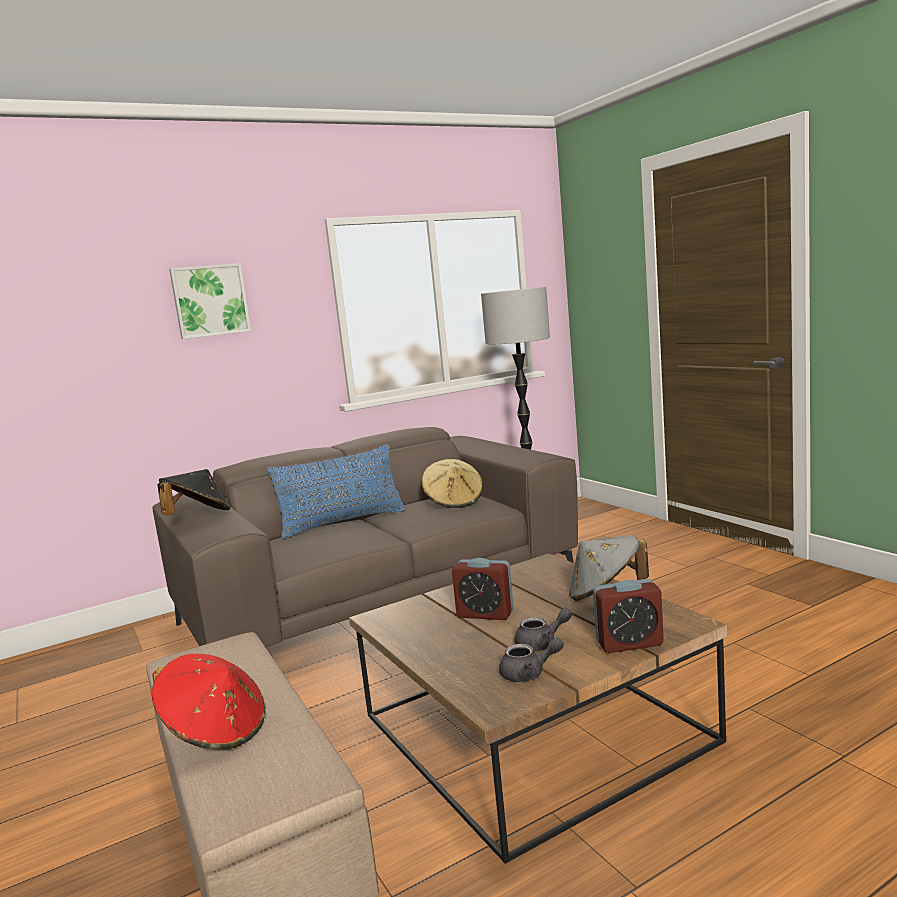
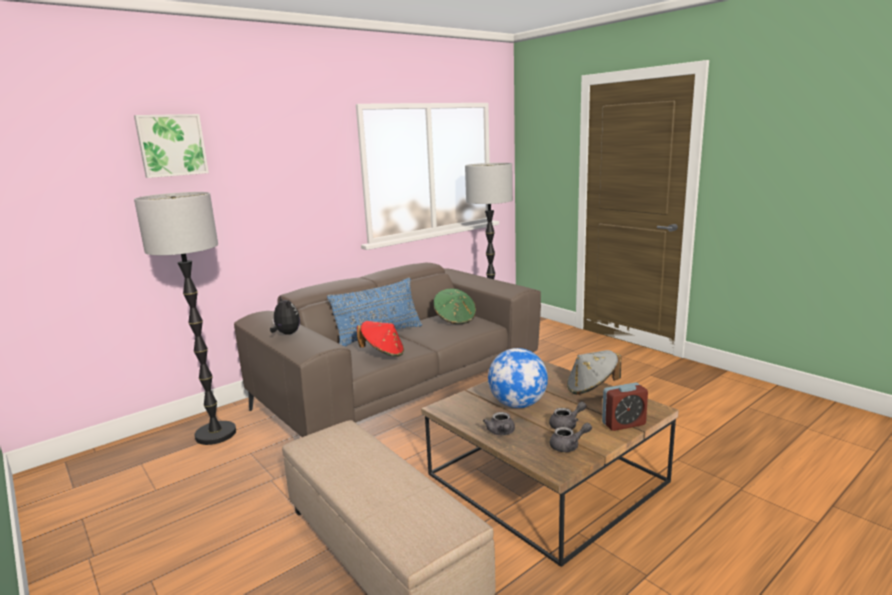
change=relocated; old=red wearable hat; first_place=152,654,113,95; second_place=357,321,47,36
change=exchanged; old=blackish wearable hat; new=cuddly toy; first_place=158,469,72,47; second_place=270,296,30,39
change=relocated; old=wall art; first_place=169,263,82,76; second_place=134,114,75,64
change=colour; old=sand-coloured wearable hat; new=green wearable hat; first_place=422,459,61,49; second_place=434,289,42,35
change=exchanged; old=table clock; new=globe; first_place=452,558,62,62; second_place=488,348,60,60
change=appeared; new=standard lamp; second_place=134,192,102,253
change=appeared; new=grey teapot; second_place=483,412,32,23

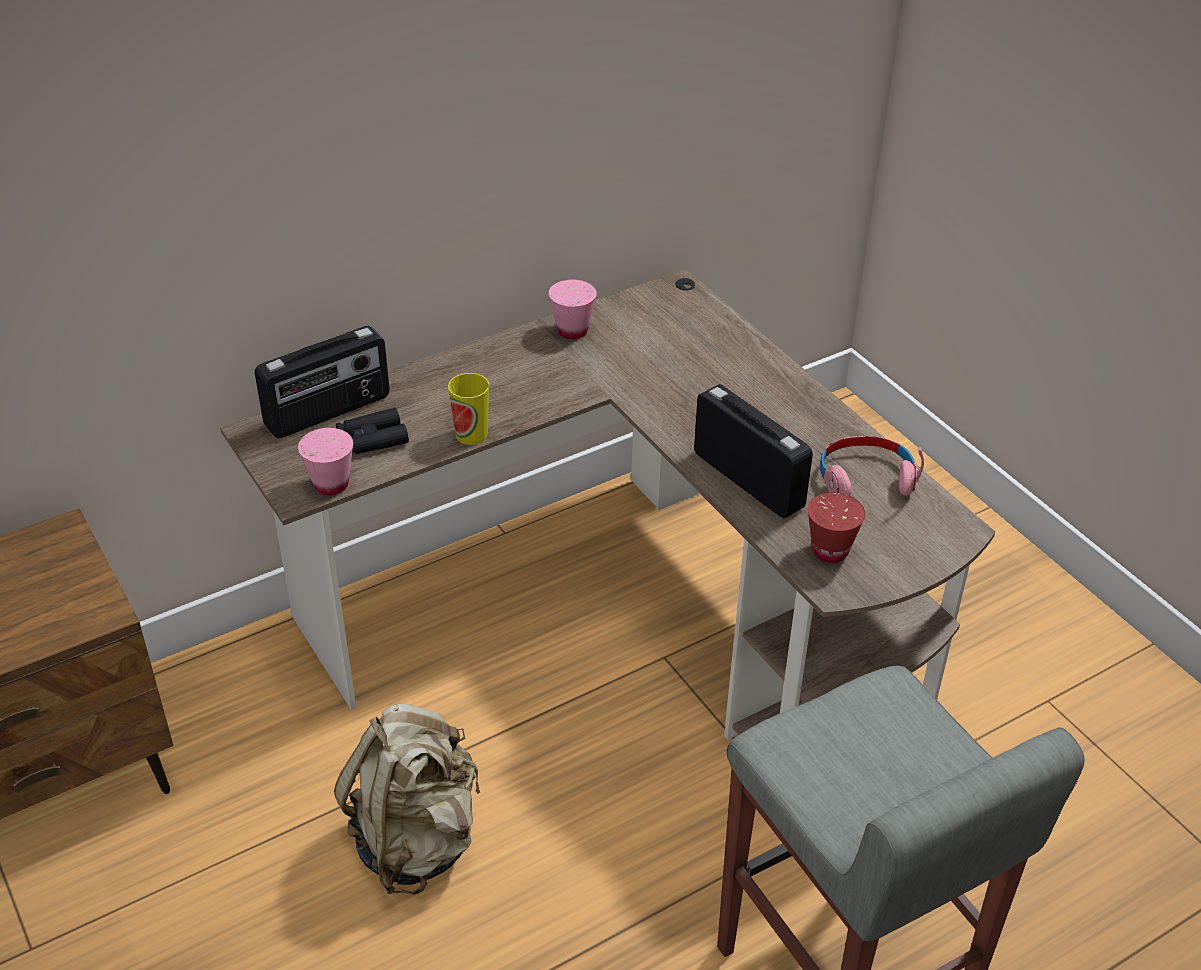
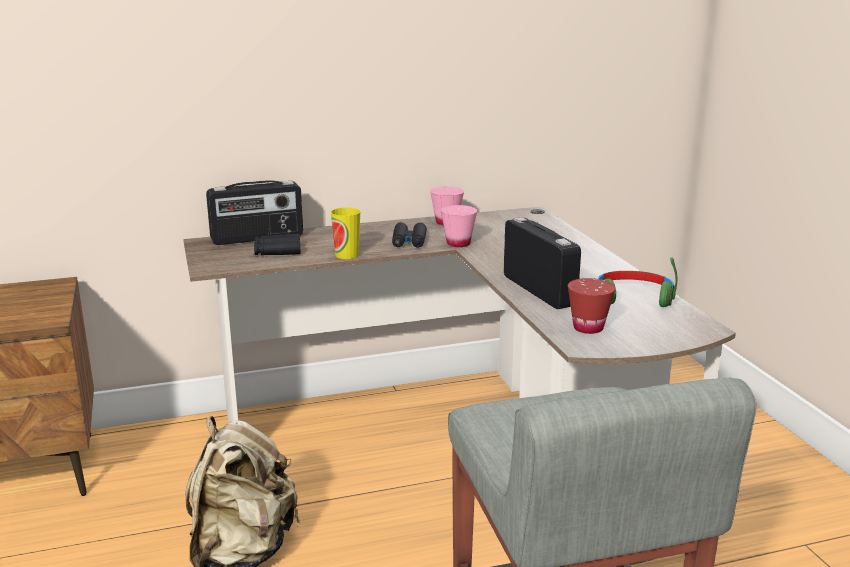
change=relocated; old=pinkish cup; first_place=298,428,55,67; second_place=441,205,36,42
change=colour; old=pinkish headset; new=green headset; first_place=820,436,104,60; second_place=598,257,79,50
change=appeared; new=blackish binoculars; second_place=392,222,35,26

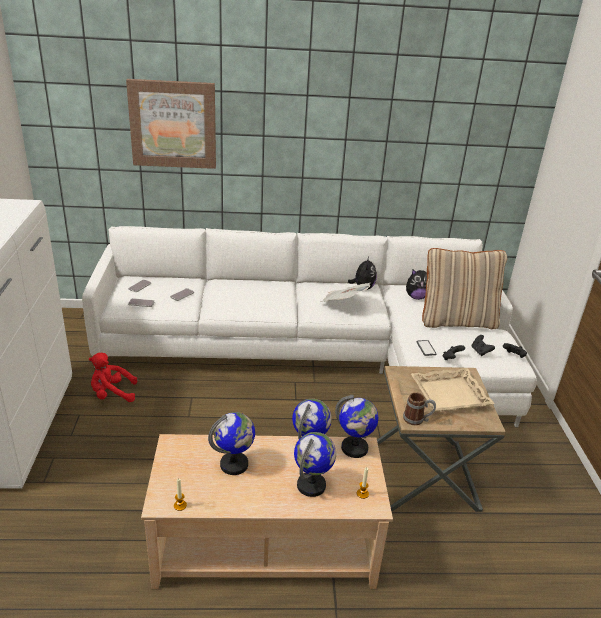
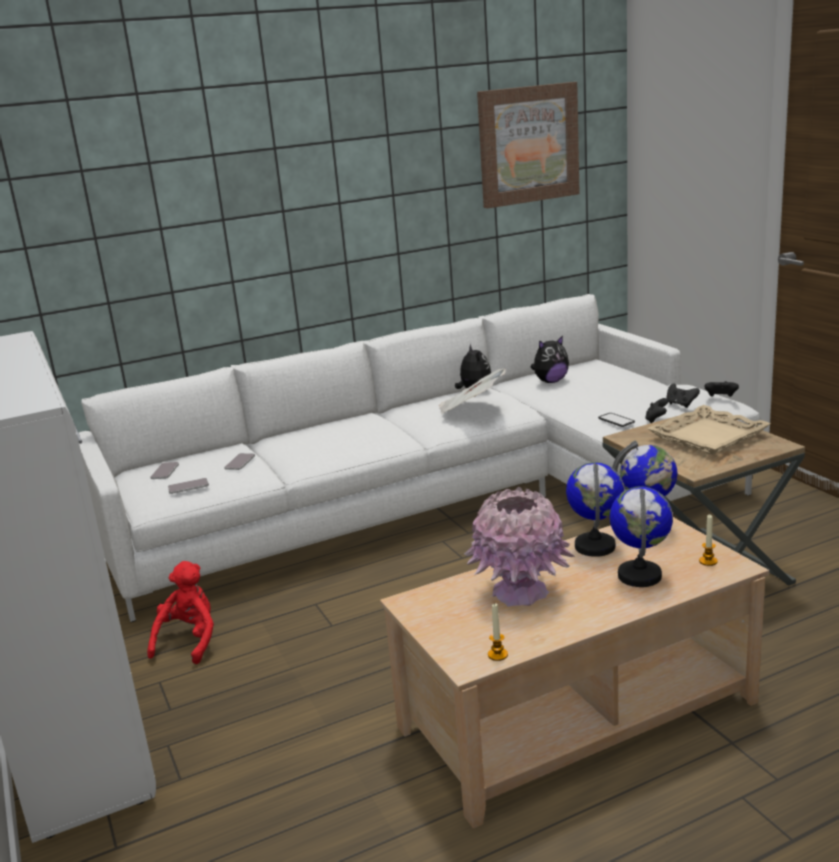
change=spun; old=red cuddly toy; first_place=89,353,48,49; second_place=147,561,67,103; degrees=135
change=relocated; old=wall art; first_place=126,79,90,90; second_place=477,82,103,126
change=exchanged; old=globe; new=pinkish flower vase; first_place=208,412,47,63; second_place=464,487,111,120
change=missing; old=tea mug; first_place=403,393,33,32
change=missing; old=sand-coloured cushion; first_place=422,248,85,81

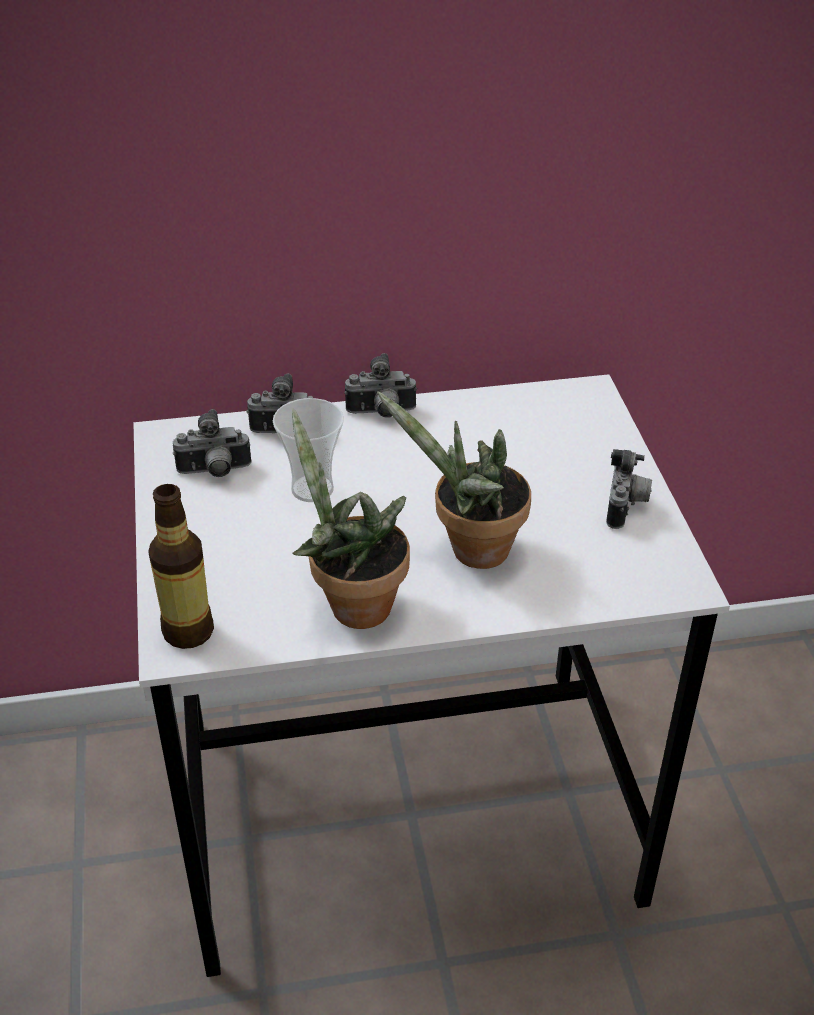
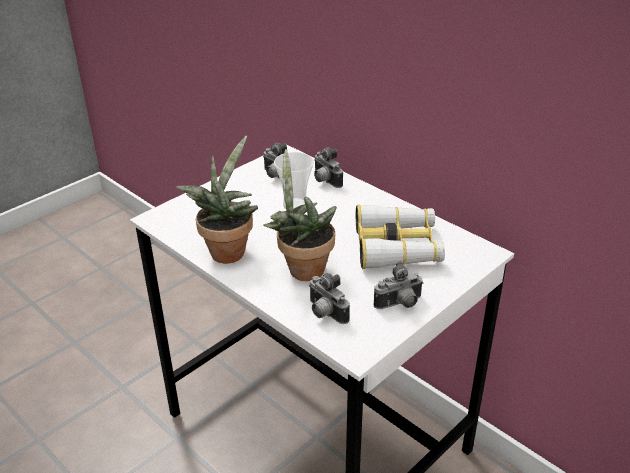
change=missing; old=beverage bottle; first_place=148,484,66,165
change=relocated; old=photo camera; first_place=344,353,73,65; second_place=309,273,41,51
change=appeared; new=binoculars; second_place=356,204,89,65

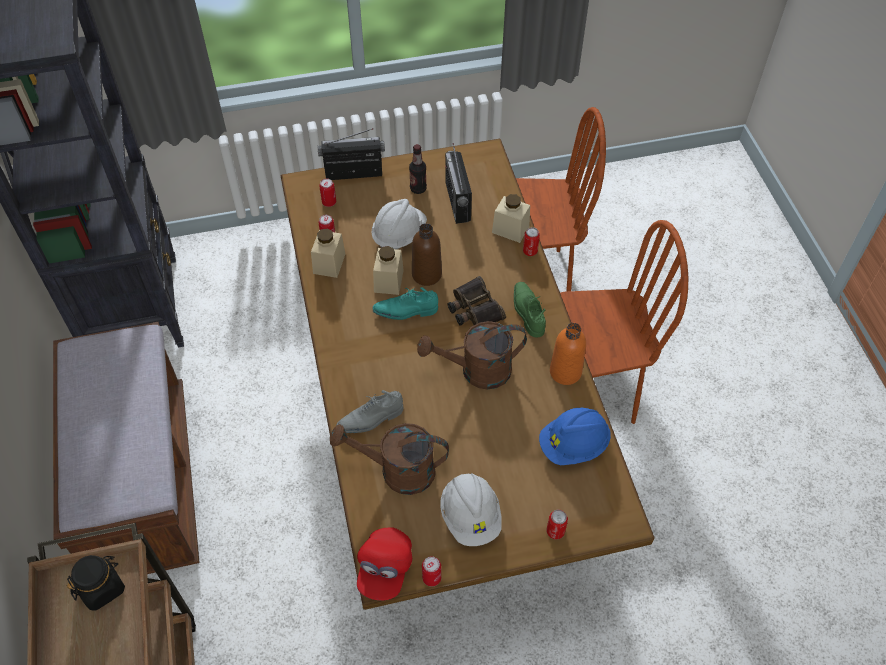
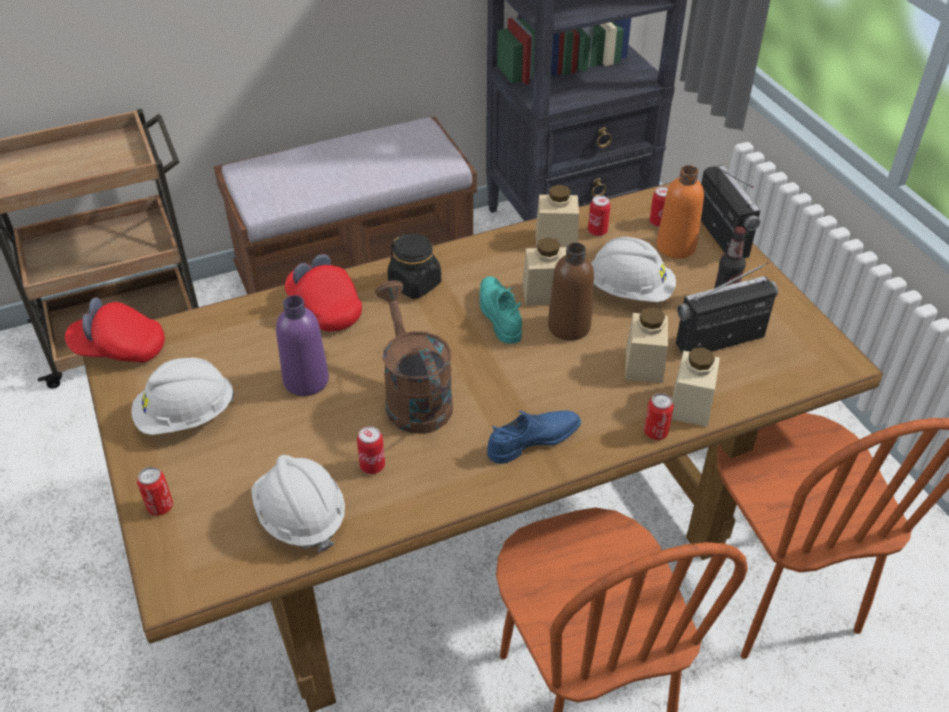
change=relocated; old=blackish storage jar; first_place=67,555,58,56; second_place=387,234,54,65
change=missing; old=brown watering pot; first_place=330,423,119,72
change=exchanged; old=grey low shoe; new=red baseball cap; first_place=336,390,67,43; second_place=285,254,77,78
change=relocated; old=sealed can; first_place=422,556,19,31; second_place=357,426,28,48
change=missing; old=binoculars; first_place=448,276,58,50
change=colour; old=green low shoe; new=bluish low shoe; first_place=514,282,32,55; second_place=487,410,95,54
change=colour; old=bluish hard hat; new=white hard hat; first_place=539,408,72,57; second_place=251,455,94,98
change=relocated; old=orange beverage bottle; first_place=550,323,36,62; second_place=657,165,47,94
change=appeared; new=purplish beverage bottle; second_place=276,295,53,101
change=appeared; new=sand-coloured storage jar; second_place=625,307,43,76

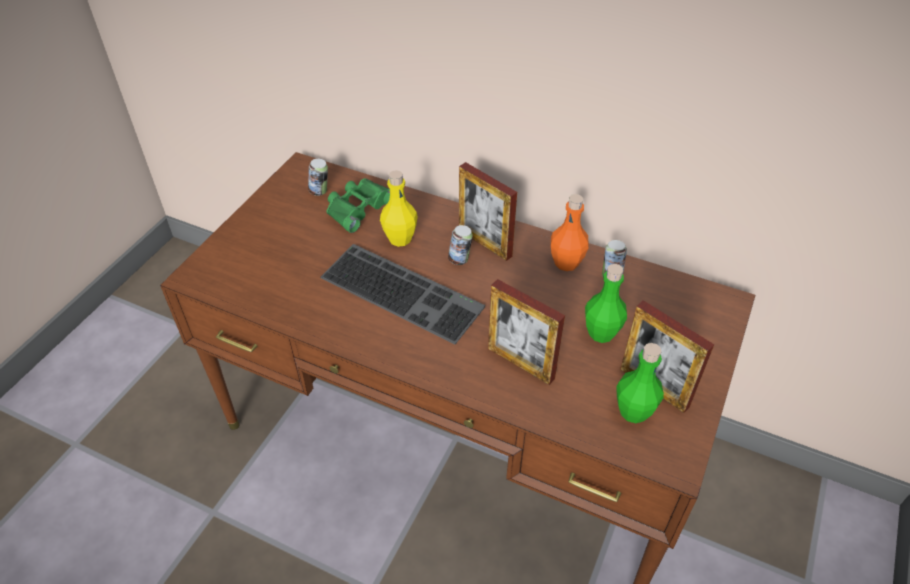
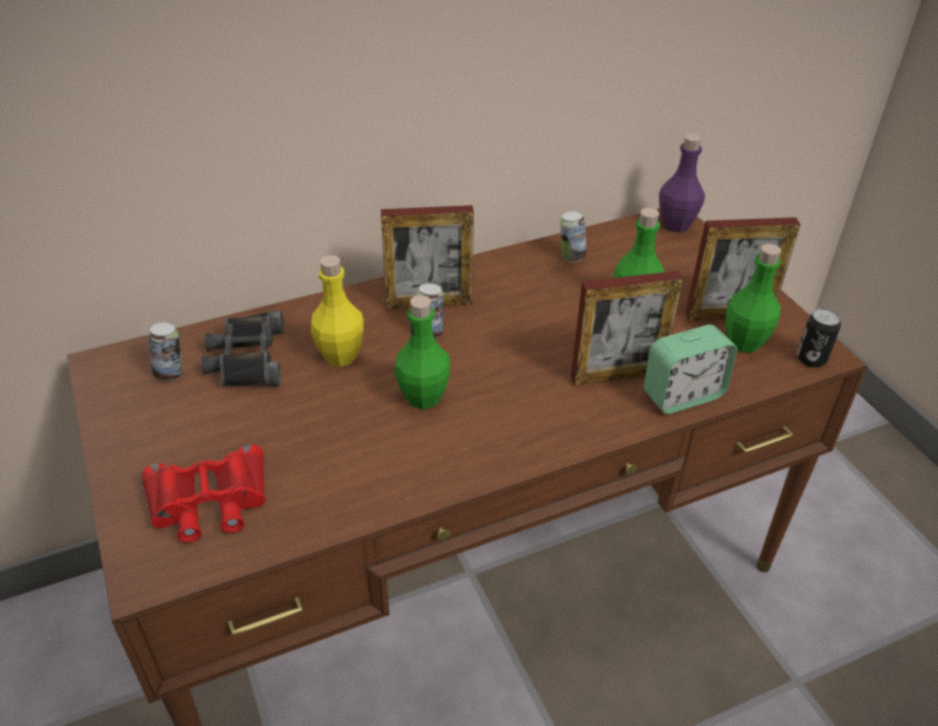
change=exchanged; old=computer keyboard; new=green beverage bottle; first_place=320,244,165,100; second_place=395,295,55,114
change=colour; old=green binoculars; new=blackish binoculars; first_place=327,178,63,55; second_place=201,310,83,77
change=missing; old=orange beverage bottle; first_place=551,194,37,77
change=appeared; new=red binoculars; second_place=142,444,123,99
change=appeared; new=table clock; second_place=644,324,93,90
change=appeared; new=purplish beverage bottle; second_place=659,133,46,100
change=appeared; new=sealed can; second_place=797,308,44,59

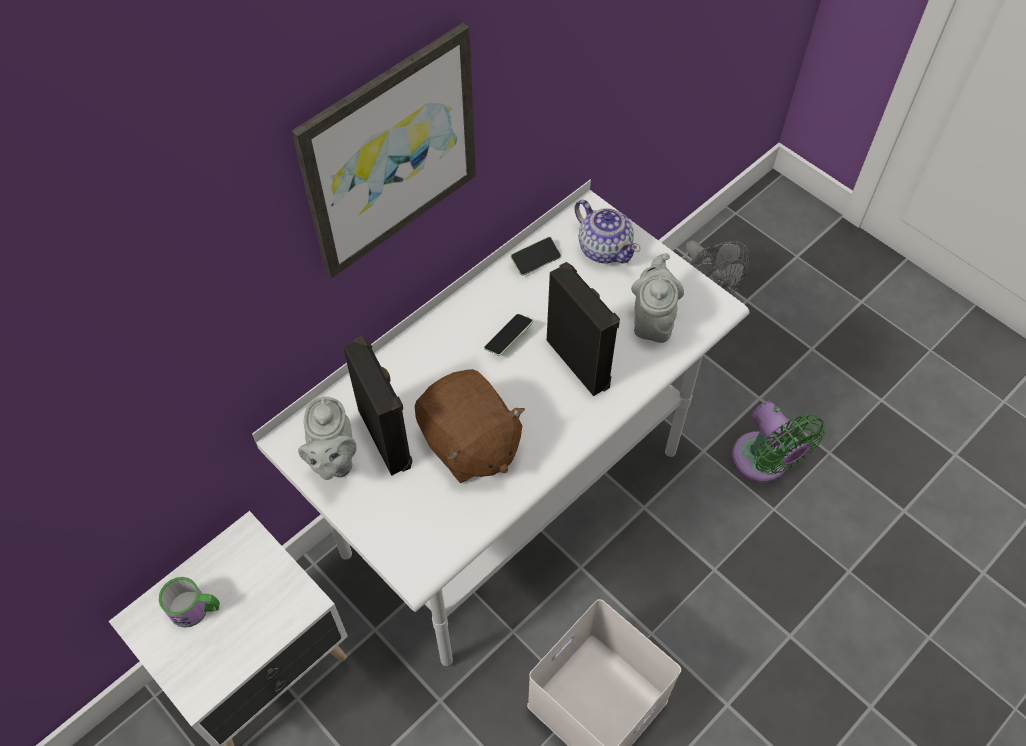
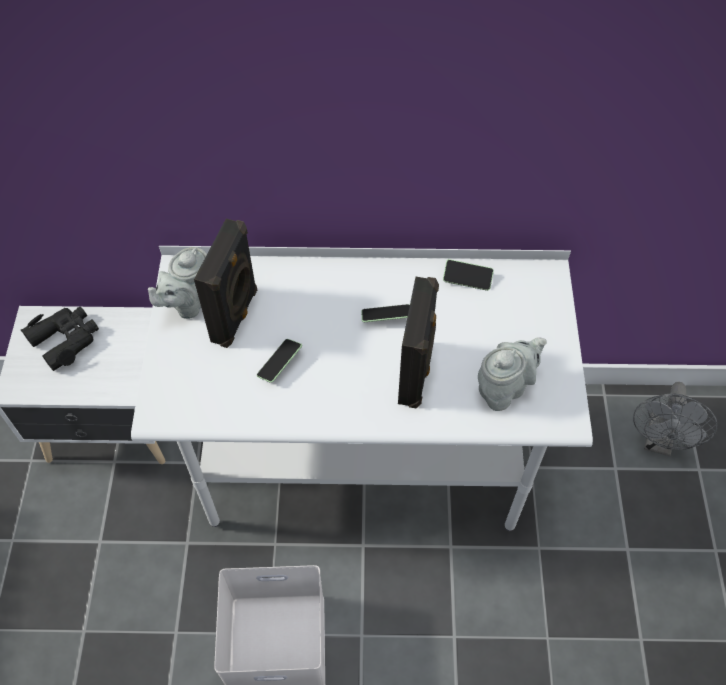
change=exchanged; old=tea mug; new=blackish binoculars; first_place=158,577,62,51; second_place=21,307,78,64
change=missing; old=wall art; first_place=292,23,184,255
change=exchanged; old=brown cuddly toy; new=handset; first_place=415,369,110,114; second_place=257,339,45,44
change=missing; old=teapot; first_place=574,200,66,64
change=missing; old=green electric fan; first_place=732,401,94,81

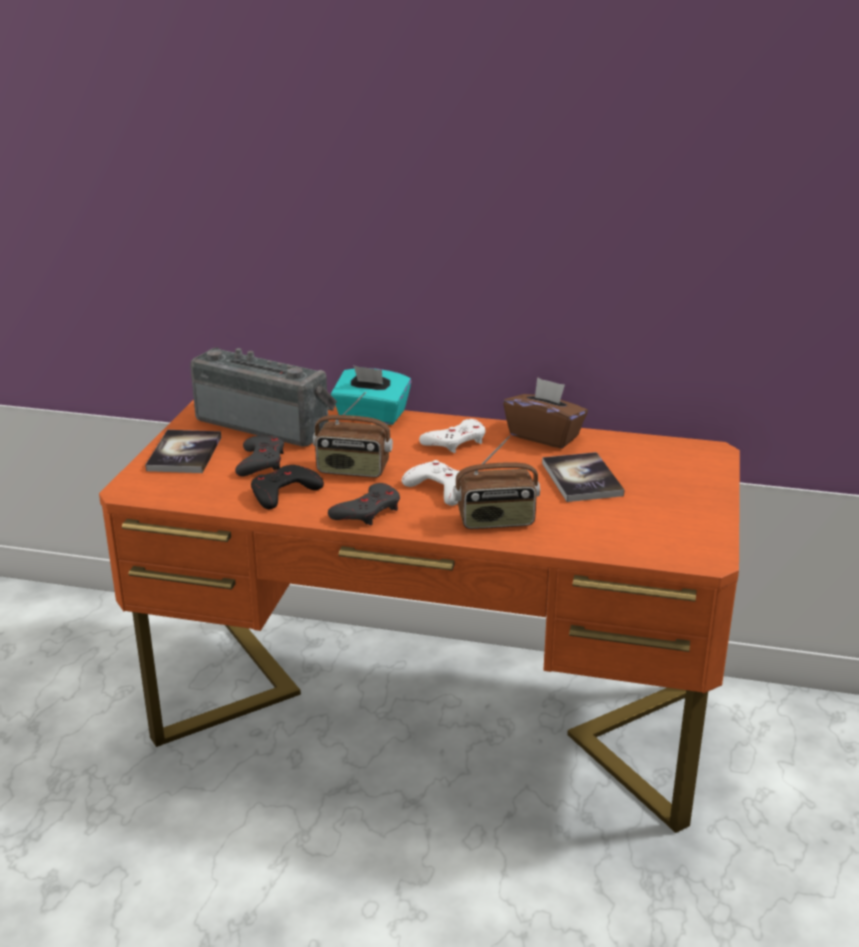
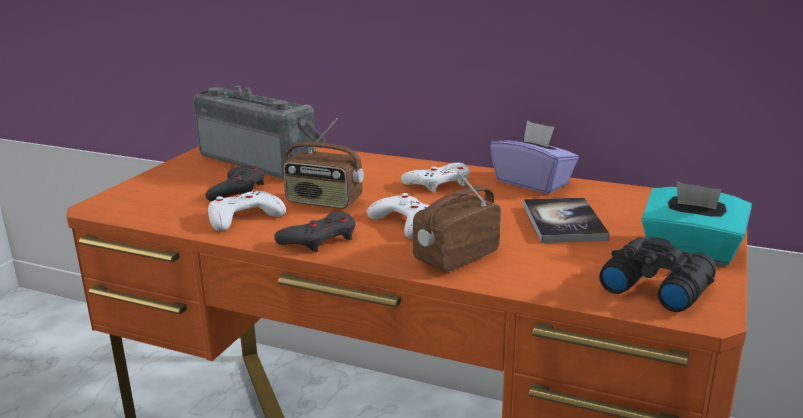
change=missing; old=volume; first_place=145,430,76,43
change=colour; old=blackish joypad; new=white joypad; first_place=251,465,73,44; second_place=208,191,78,40
change=relocated; old=turquoise tissue holder; first_place=331,365,80,60; second_place=641,182,111,83
change=spun; old=radio; first_place=453,436,87,93; second_place=413,171,88,102; degrees=135
change=colour; old=brown tissue holder; new=purplish tissue holder; first_place=503,377,85,72; second_place=490,121,89,73
change=appeared; new=blackish binoculars; second_place=599,237,118,75

